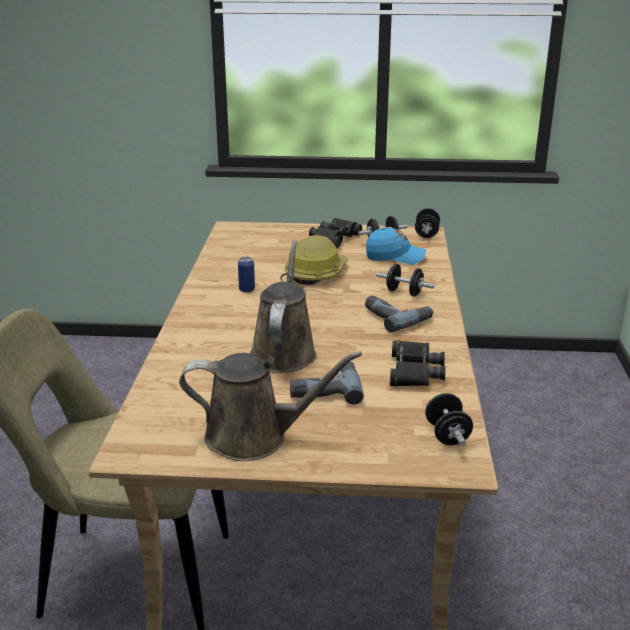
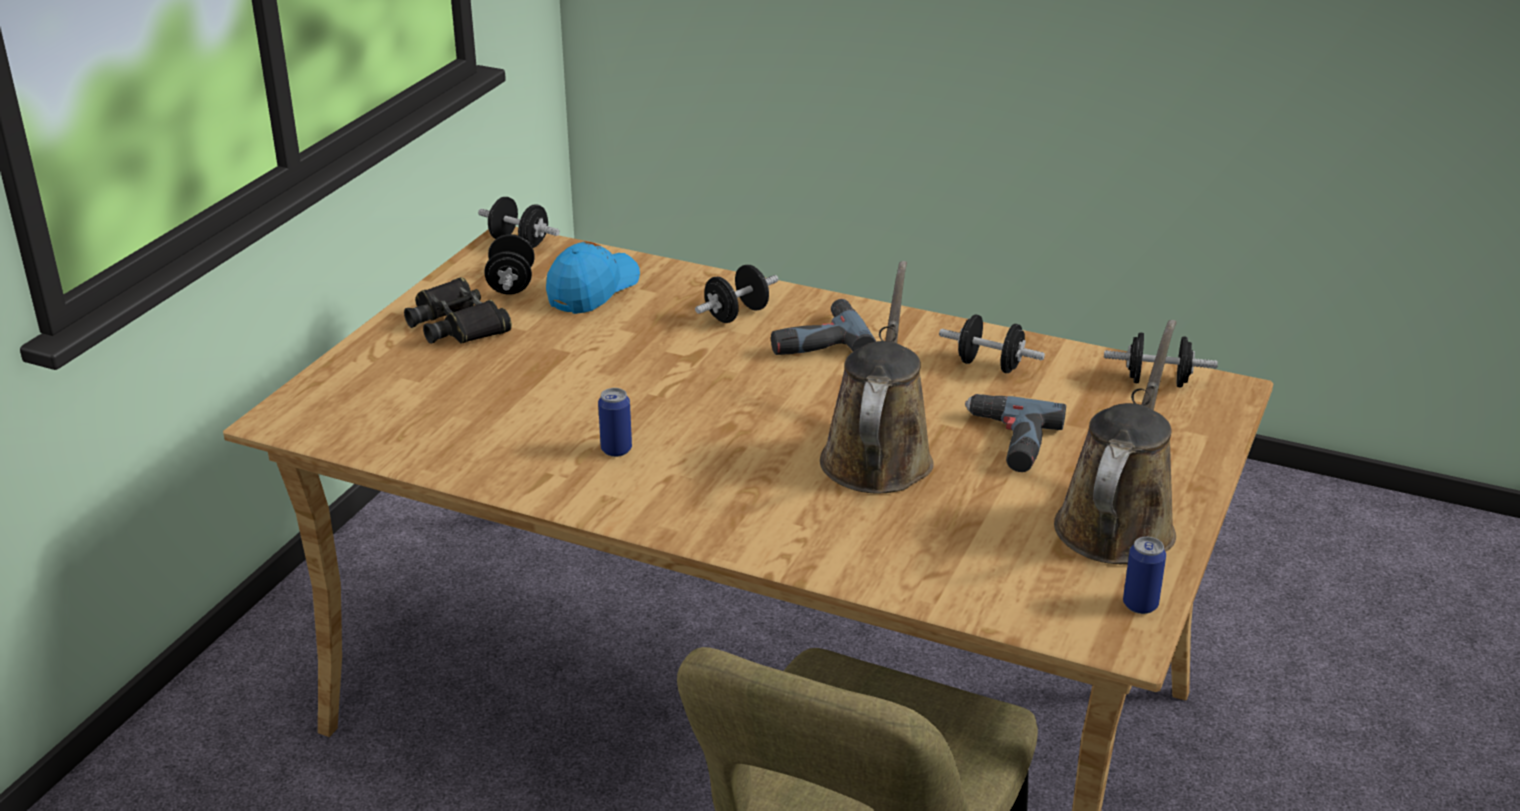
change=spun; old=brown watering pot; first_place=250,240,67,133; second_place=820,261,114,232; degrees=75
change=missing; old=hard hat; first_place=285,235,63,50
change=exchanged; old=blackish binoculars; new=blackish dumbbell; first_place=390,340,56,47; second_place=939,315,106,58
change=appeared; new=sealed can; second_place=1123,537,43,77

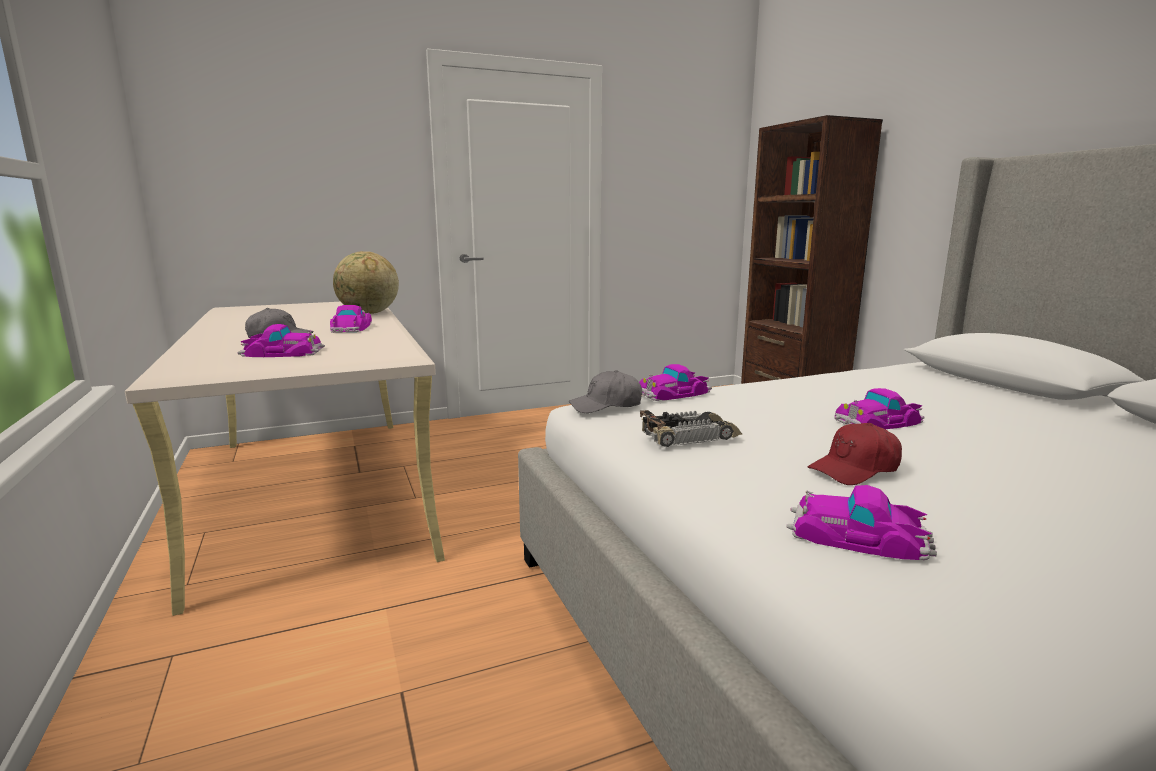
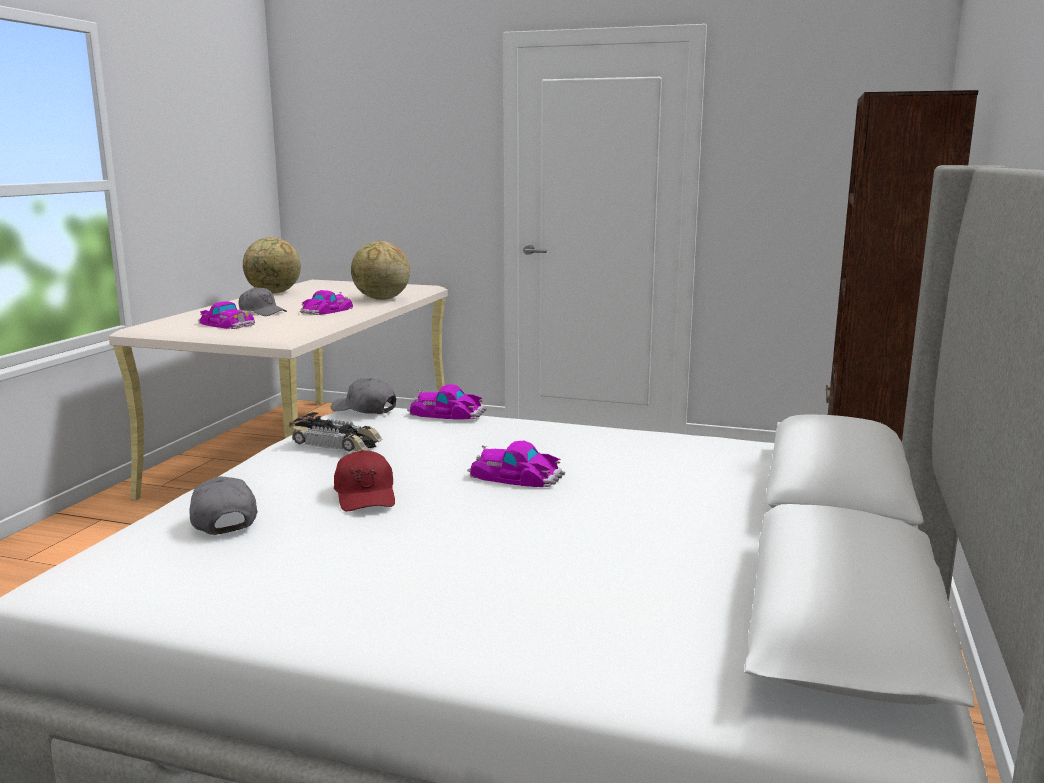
change=exchanged; old=miniature car; new=grey baseball cap; first_place=786,485,151,75; second_place=189,476,69,59
change=spun; old=red baseball cap; first_place=808,423,94,62; second_place=334,450,61,62; degrees=-120
change=appeared; new=globe; second_place=243,237,58,57

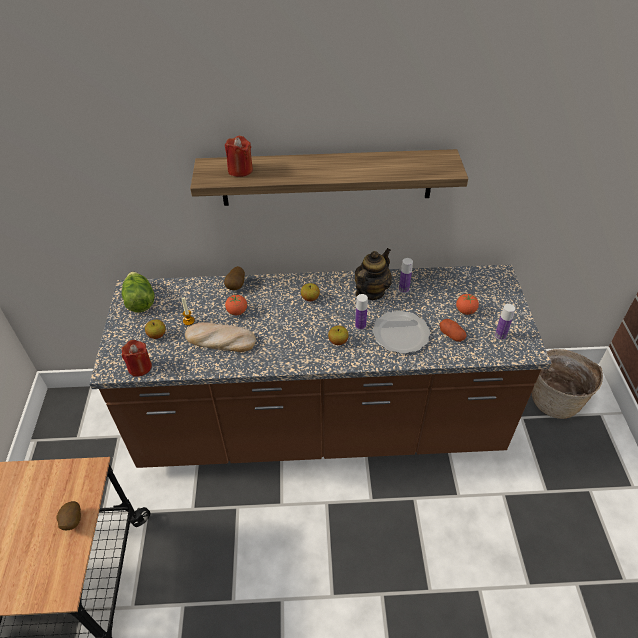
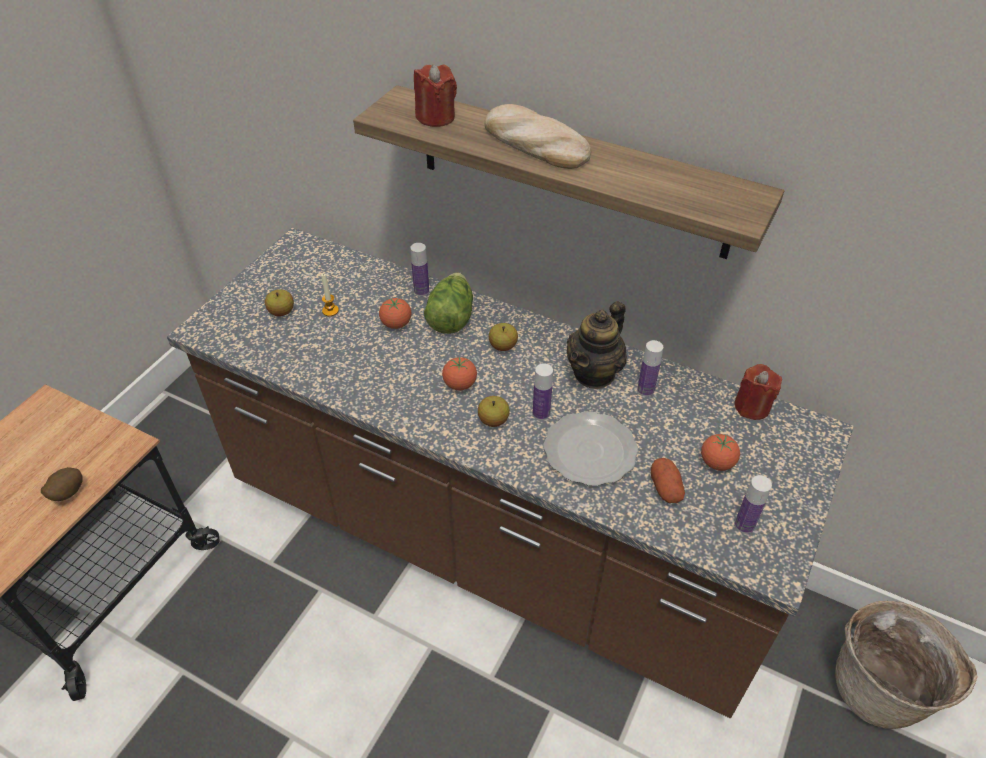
change=relocated; old=lettuce head; first_place=122,271,33,41; second_place=424,272,49,62
change=relocated; old=red wax light; first_place=122,340,30,37; second_place=734,364,48,56
change=relocated; old=bakery bread; first_place=185,322,71,30; second_place=484,104,107,65
change=exchanged; old=potato; new=beverage bottle; first_place=224,266,21,24; second_place=410,243,19,53
change=spun; old=teapot; first_place=355,248,37,52; second_place=567,301,60,88; degrees=150
change=appeared; new=whole tomato; second_place=442,357,35,33

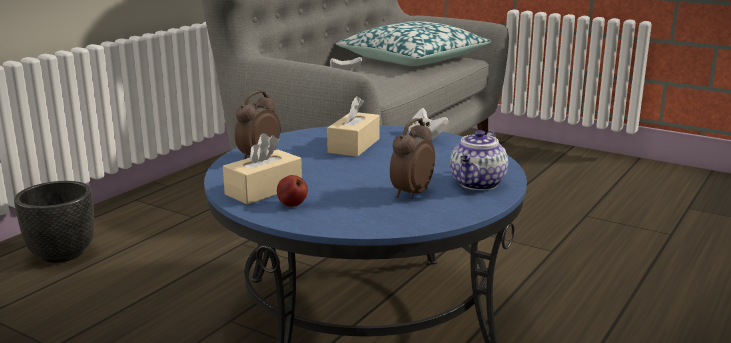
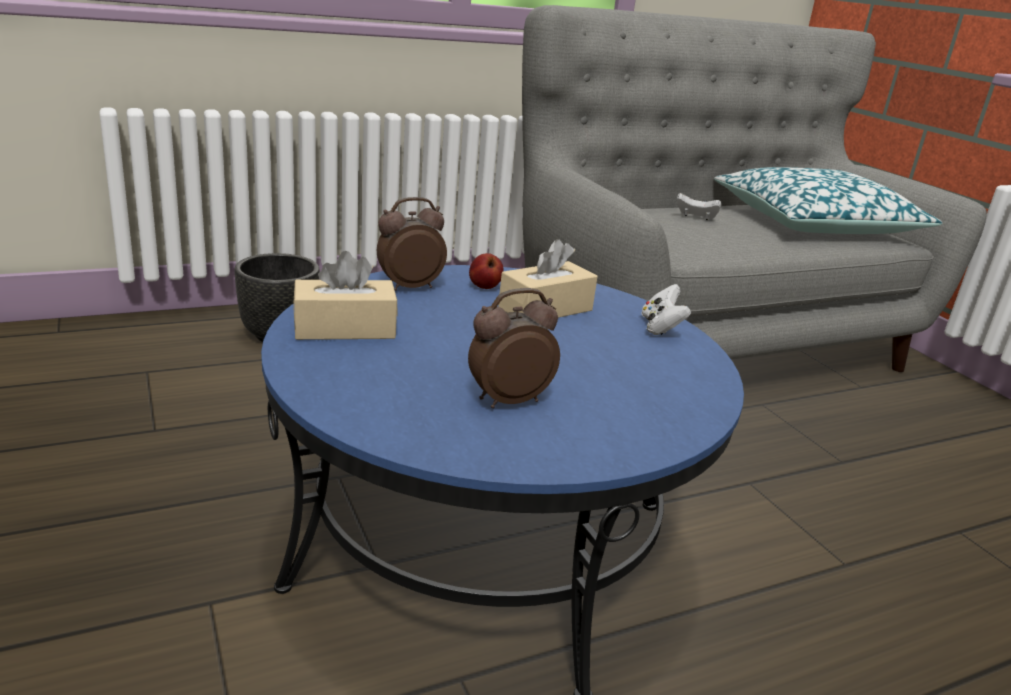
change=relocated; old=whole apple; first_place=277,175,31,32; second_place=469,253,34,36
change=missing; old=teapot; first_place=450,130,58,60

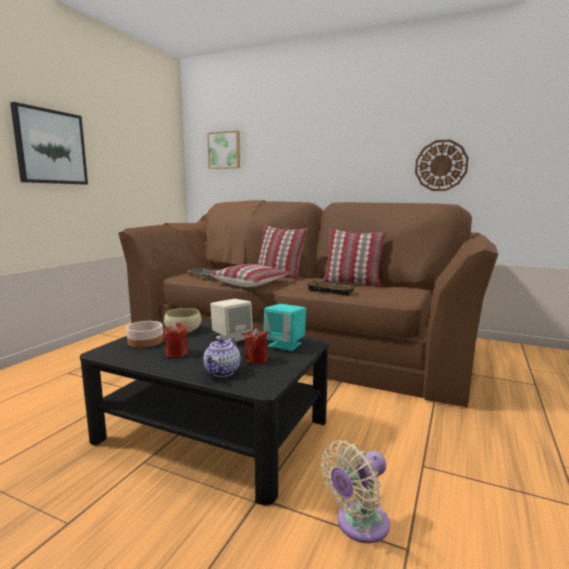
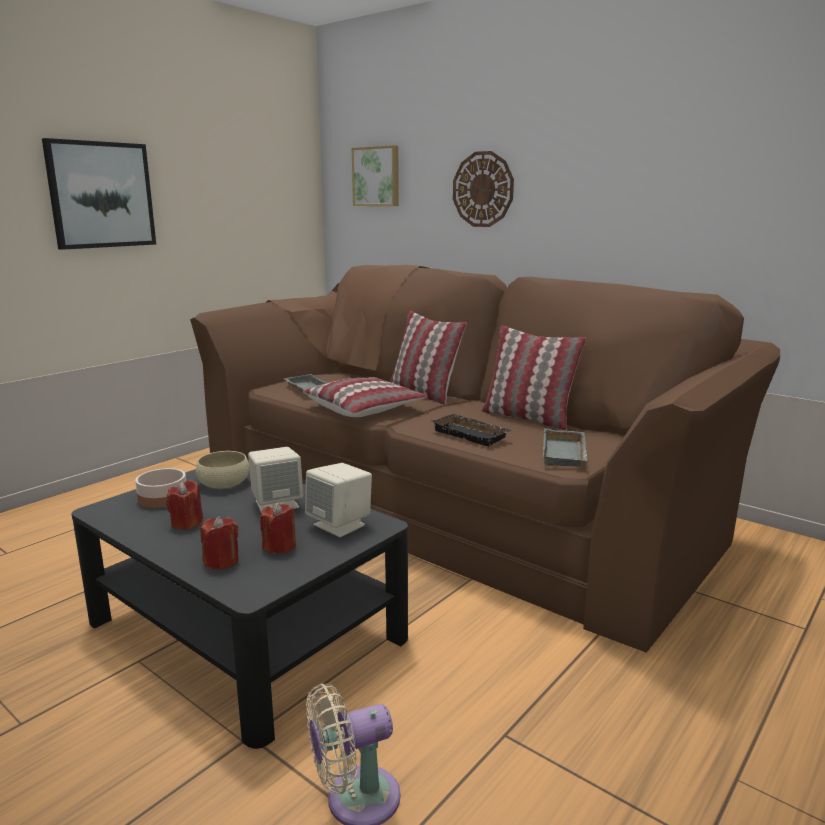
change=exchanged; old=teapot; new=red wax light; first_place=203,337,37,40; second_place=200,516,38,54
change=colour; old=turquoise loudspeaker; new=sand-coloured loudspeaker; first_place=263,304,43,47; second_place=305,463,67,74
change=relocated; old=clock on the wall; first_place=415,139,54,52; second_place=453,151,61,76
change=appeared; new=grey tray; second_place=543,428,44,39

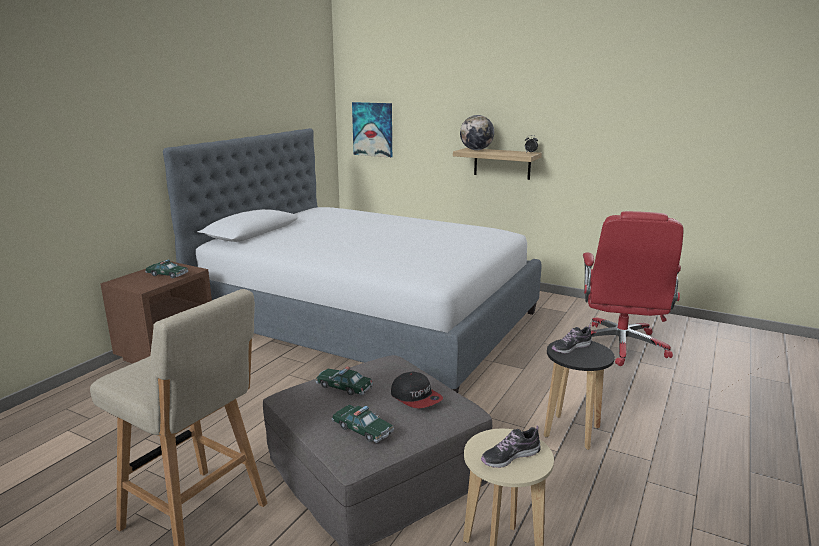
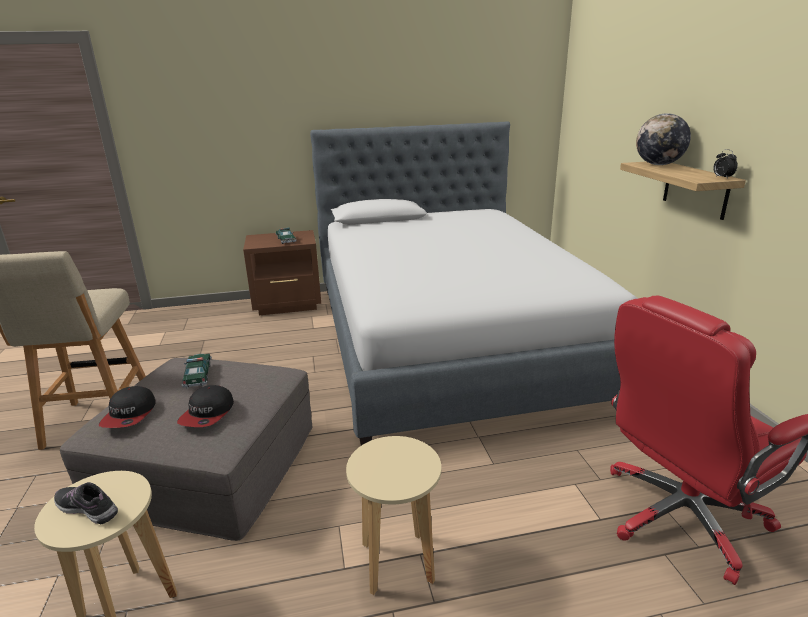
change=exchanged; old=miniature car; new=baseball cap; first_place=332,405,62,38; second_place=99,386,57,42
change=missing; old=wall art; first_place=352,102,40,56
change=colour; old=blackish stool seat; new=sand-coloured stool seat; first_place=544,339,71,111; second_place=346,436,95,159
change=missing; old=low shoe; first_place=552,325,40,28

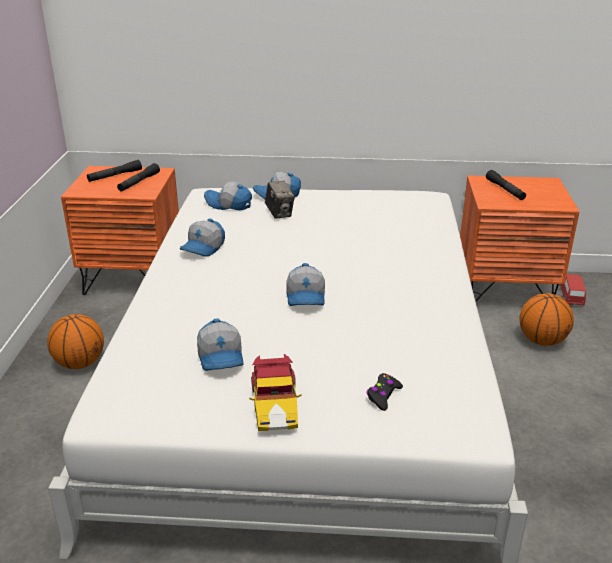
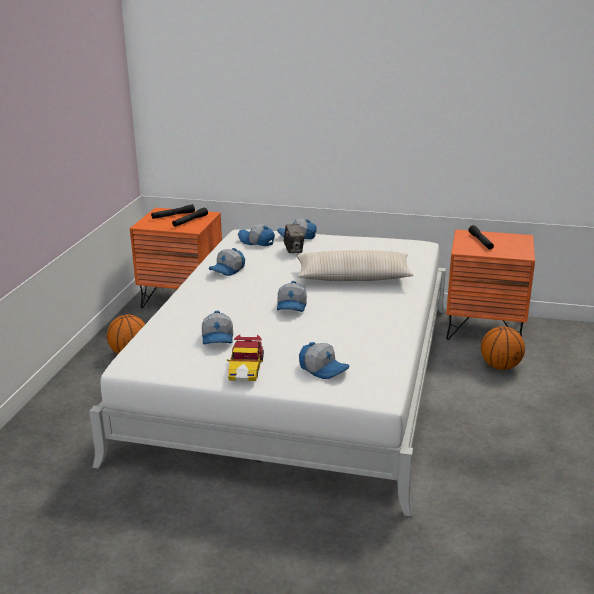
change=exchanged; old=blackish joypad; new=baseball cap; first_place=366,373,37,38; second_place=299,342,51,37
change=missing; old=red miniature car; first_place=559,274,27,31
change=appeared; new=sand-coloured cushion; second_place=297,250,117,31

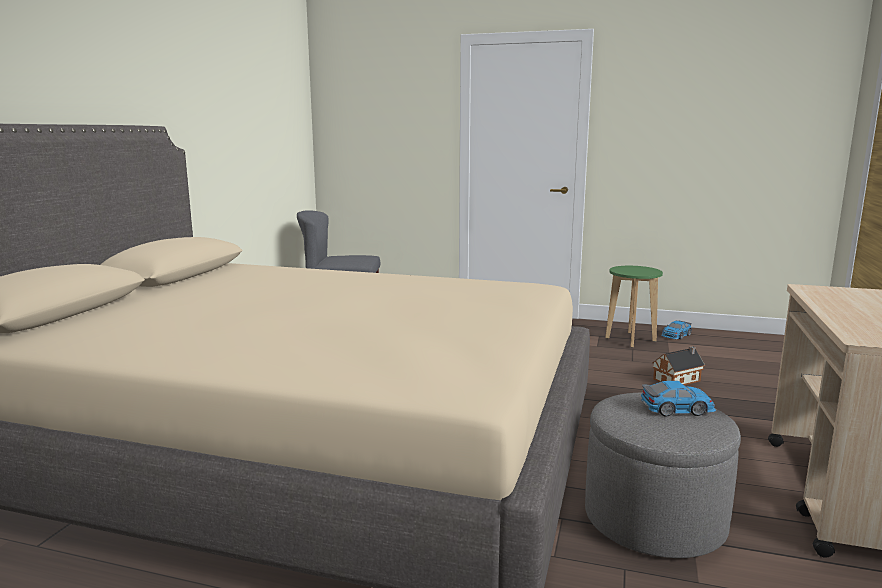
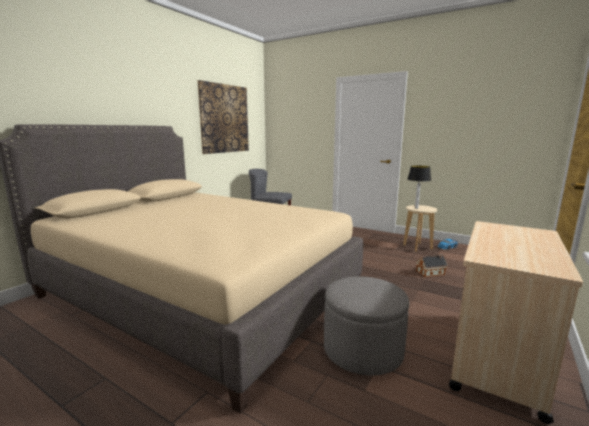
change=colour; old=green stool seat; new=sand-coloured stool seat; first_place=605,266,58,82; second_place=403,205,34,47
change=missing; old=miniature car; first_place=641,381,75,36
change=appeared; new=wall art; second_place=197,80,52,74
change=appeared; new=tabletop lamp; second_place=408,166,23,43

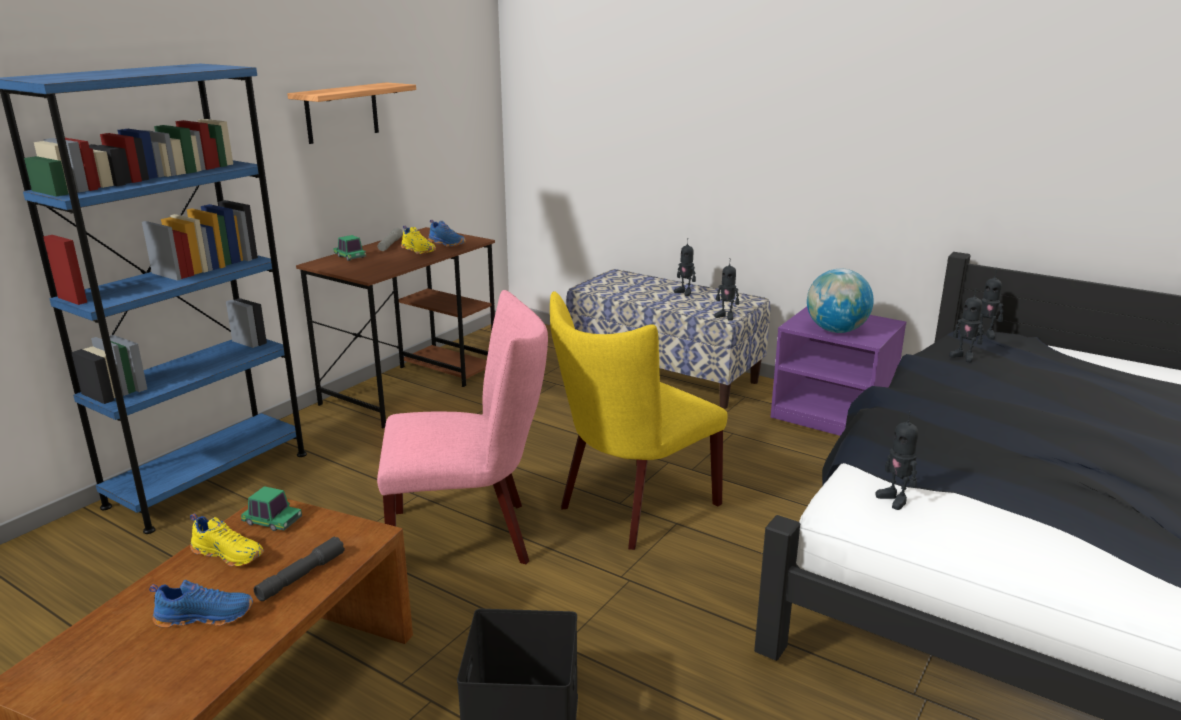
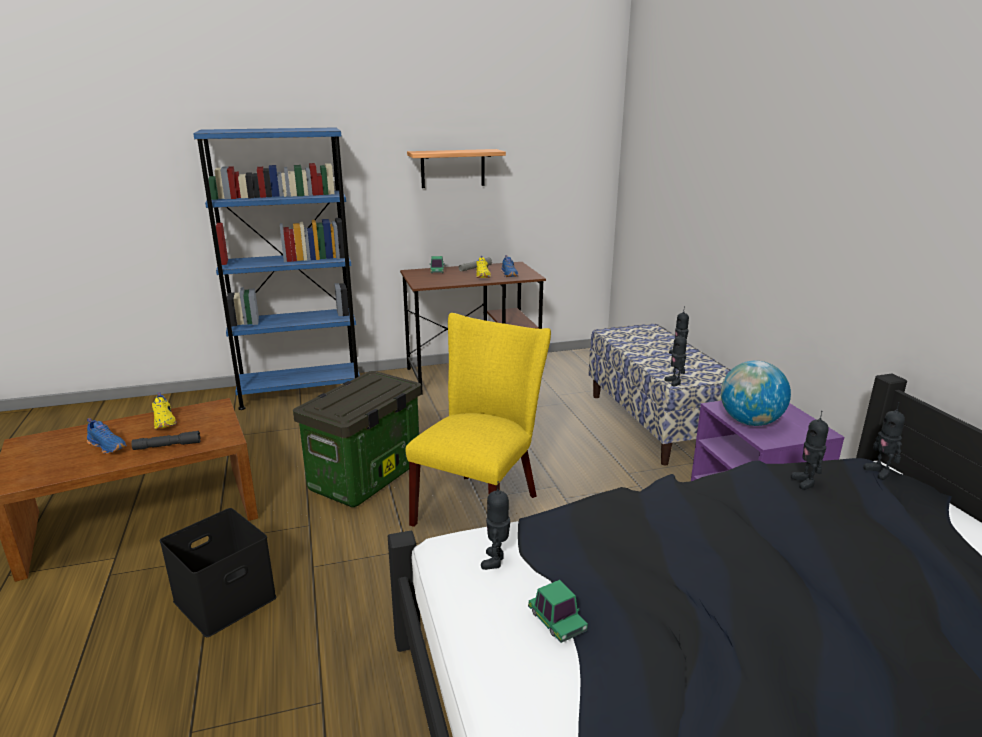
change=relocated; old=miniature car; first_place=241,486,61,45; second_place=528,580,60,63
change=exchanged; old=pinkish chair; new=storage bin; first_place=377,290,171,274; second_place=293,371,128,136
change=spun; old=yellow chair; first_place=550,291,178,259; second_place=406,313,145,214; degrees=120

